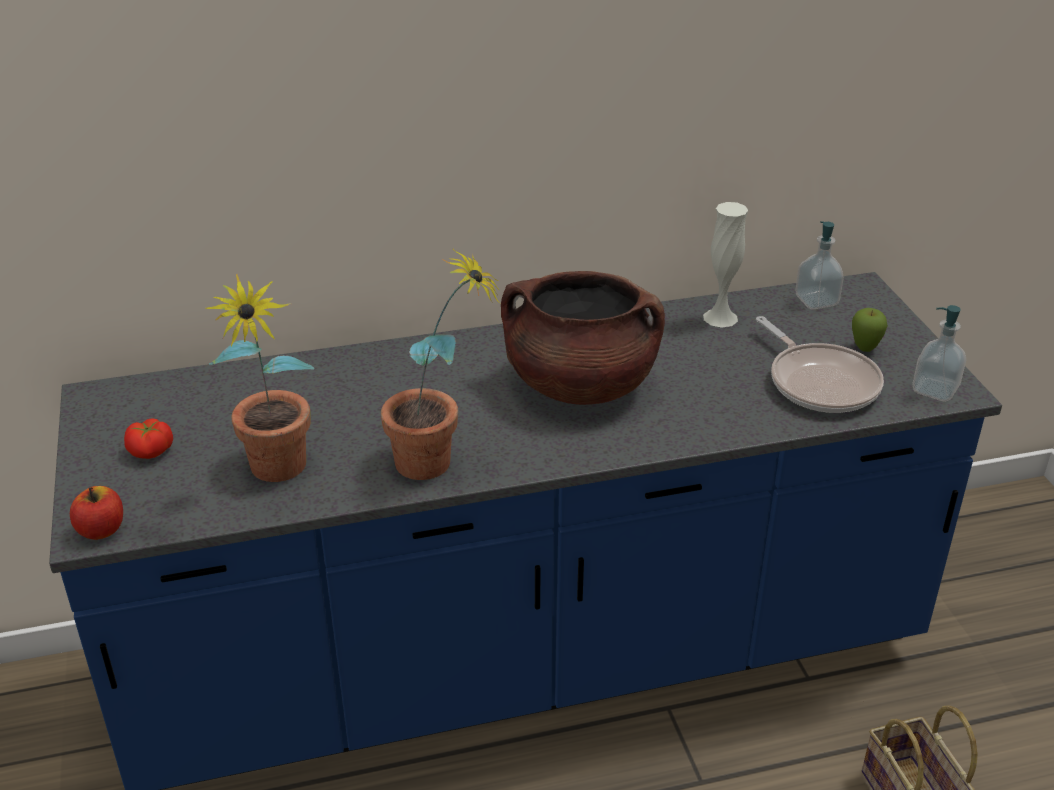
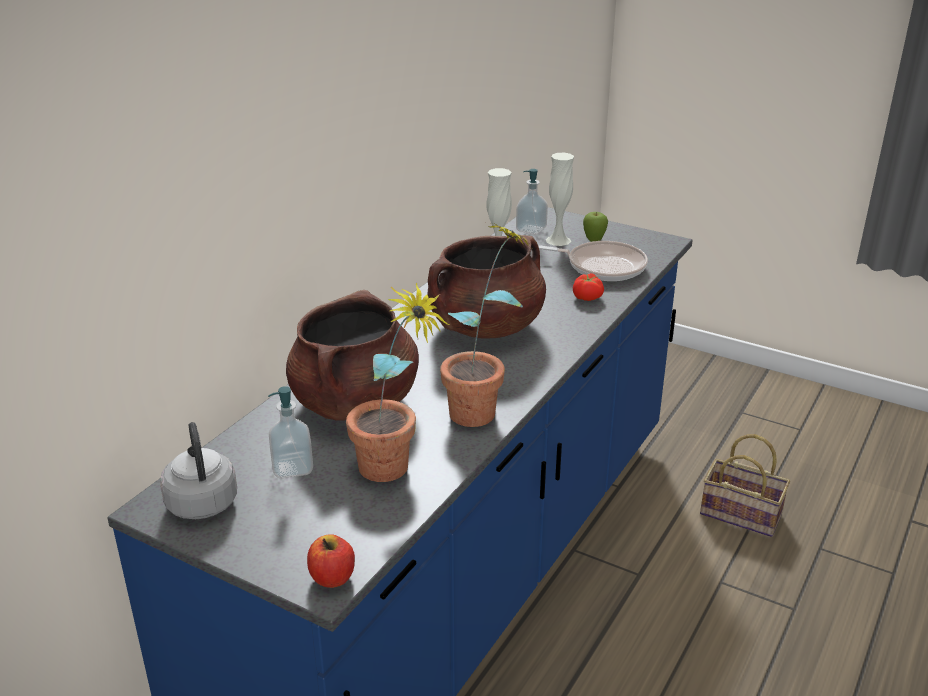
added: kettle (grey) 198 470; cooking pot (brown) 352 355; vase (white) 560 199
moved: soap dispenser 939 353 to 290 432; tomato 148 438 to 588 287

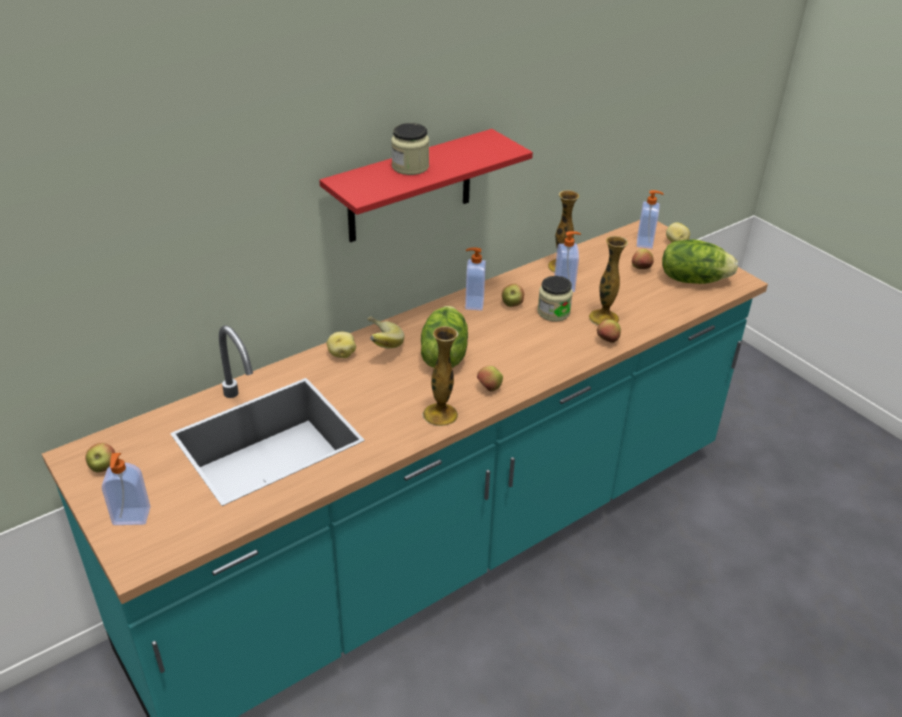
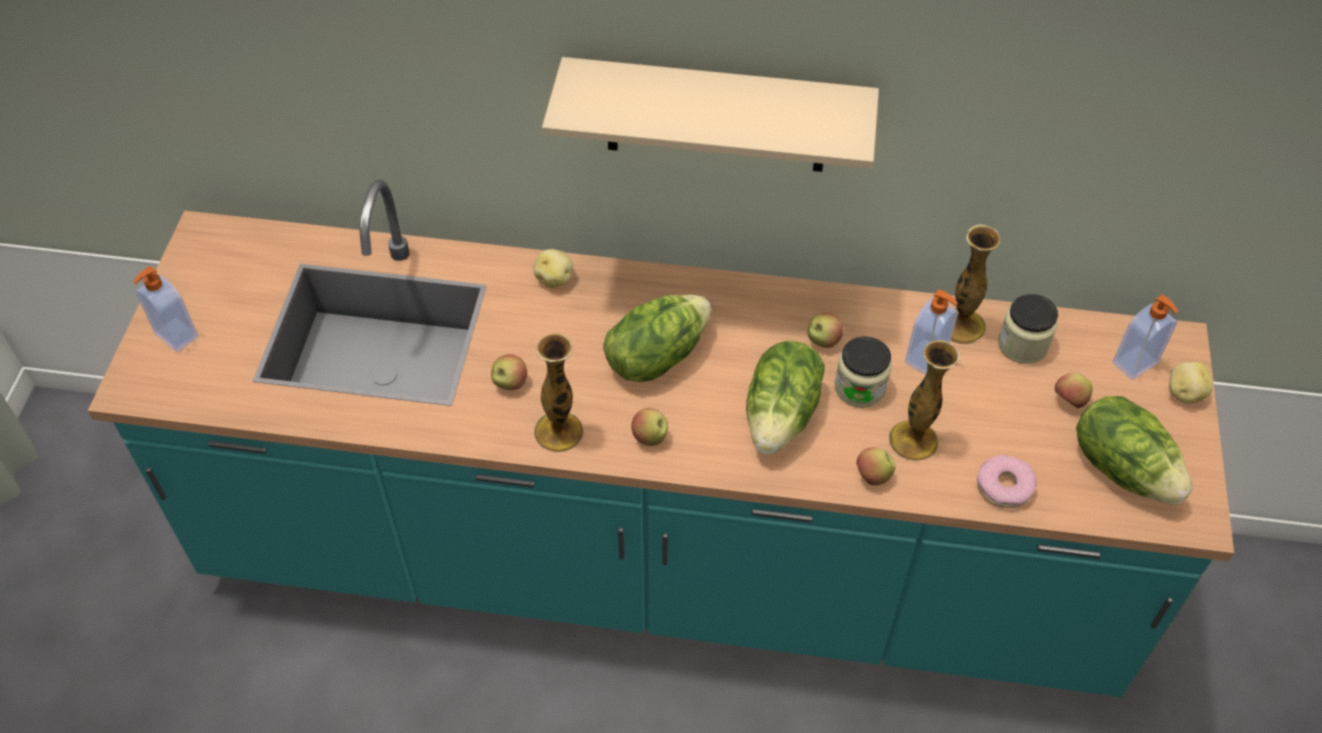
removed: banana 386 332; soap dispenser 475 279
added: lettuce 785 397; donut 1007 481
moved: apple 100 457 to 509 372; jar 410 149 to 1028 329
recoloured: shelf (red) 426 185 to shelf (beige) 710 114

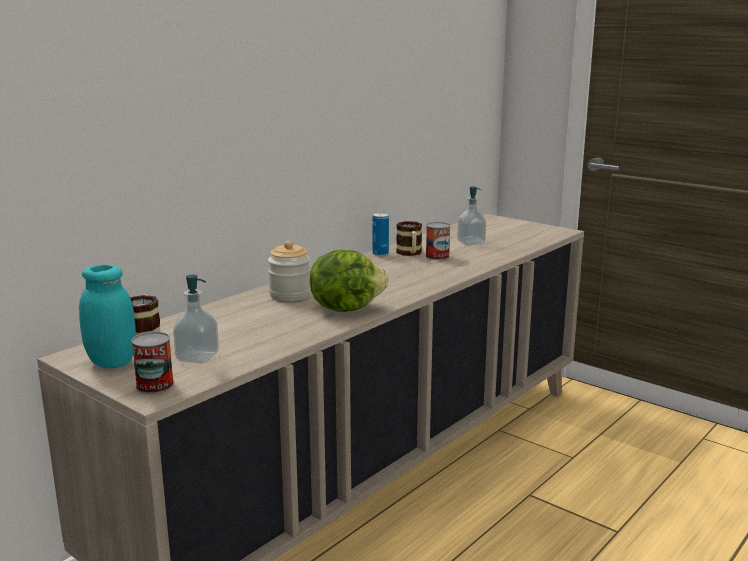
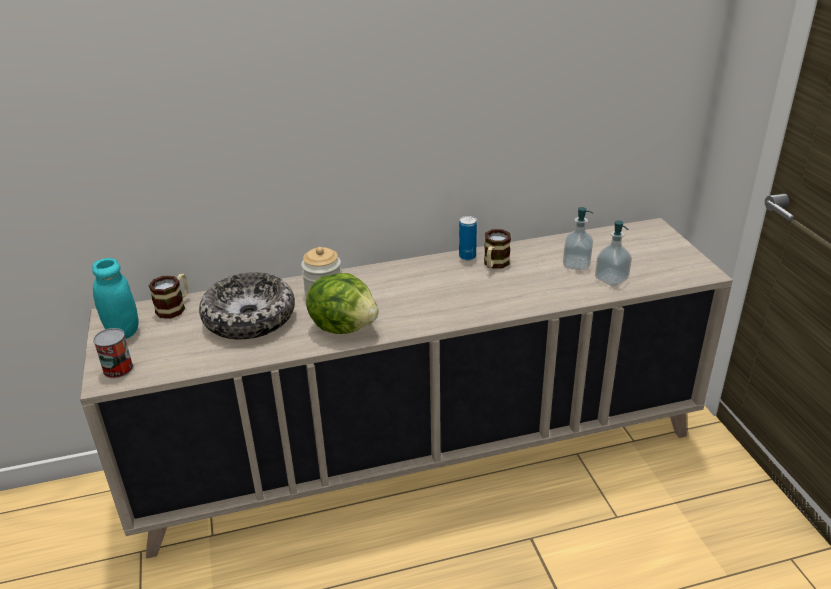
removed: can 438 241
added: bowl 247 305
moved: soap dispenser 196 319 to 613 253

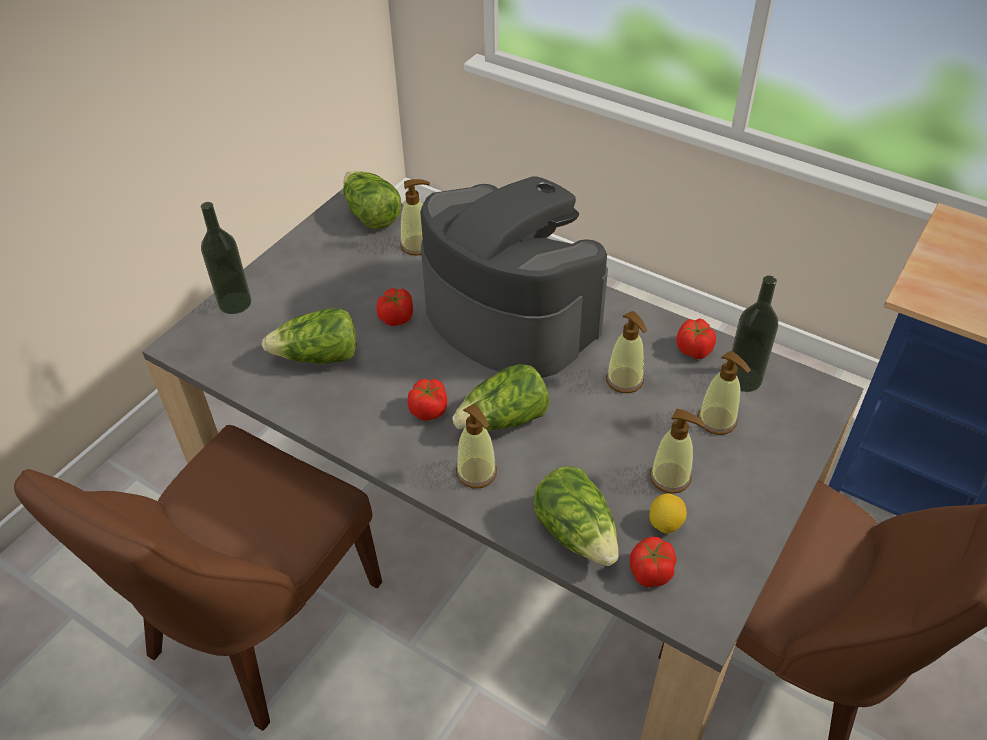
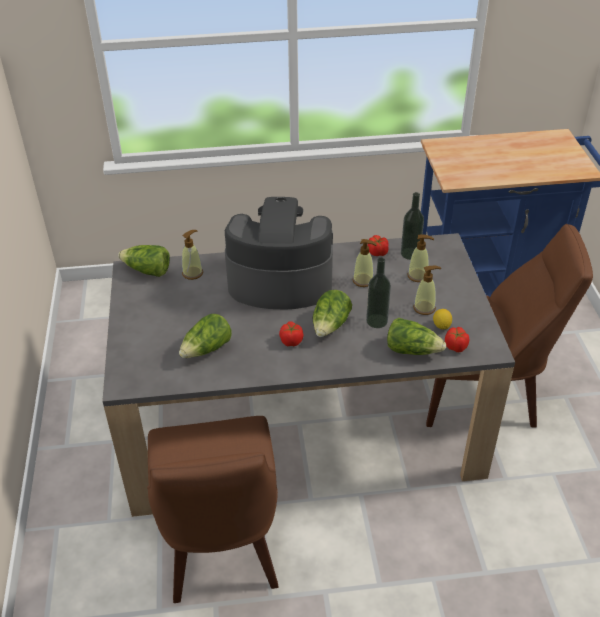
removed: tomato 395 307; soap dispenser 476 445
moved: bottle 226 258 to 378 293

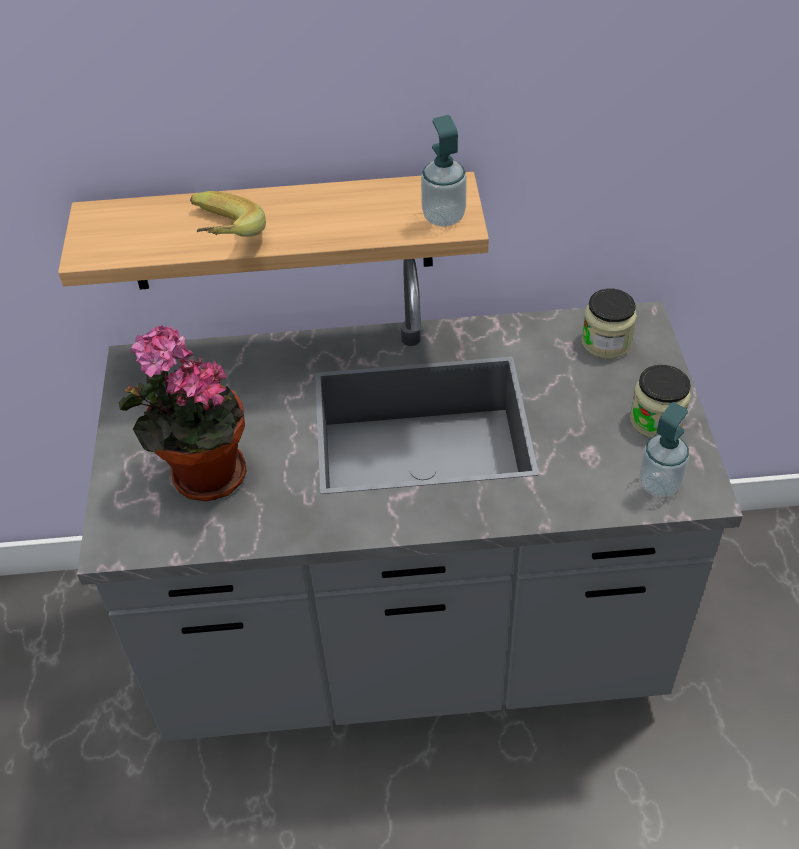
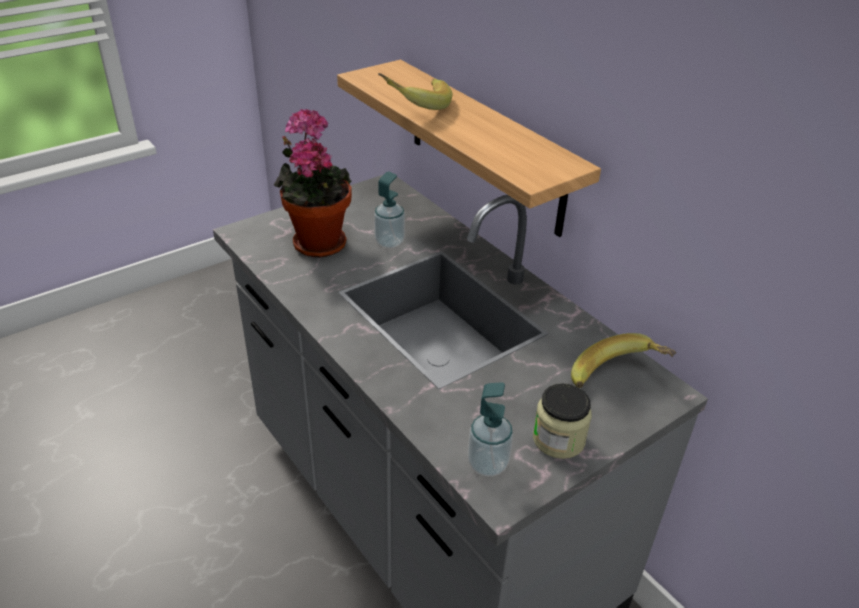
moved: soap dispenser 444 171 to 389 210
replaced: jar 609 324 to banana 623 360

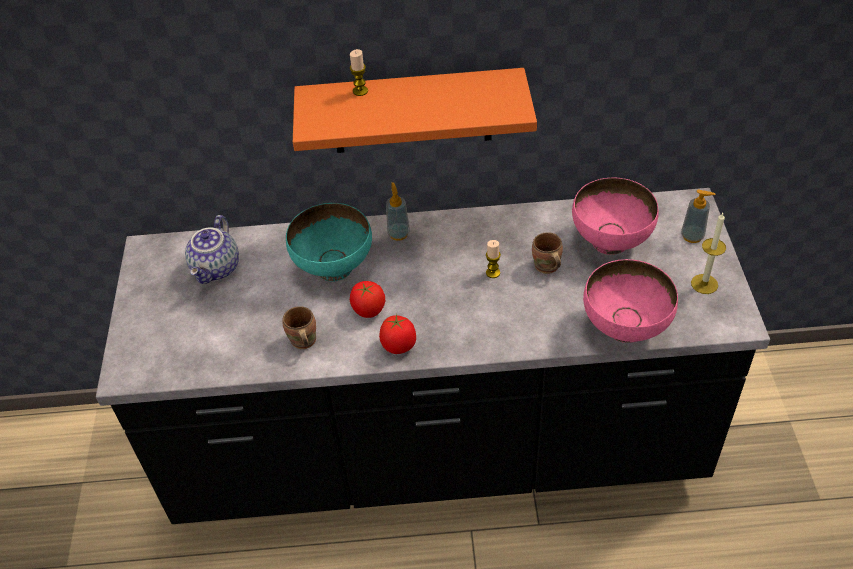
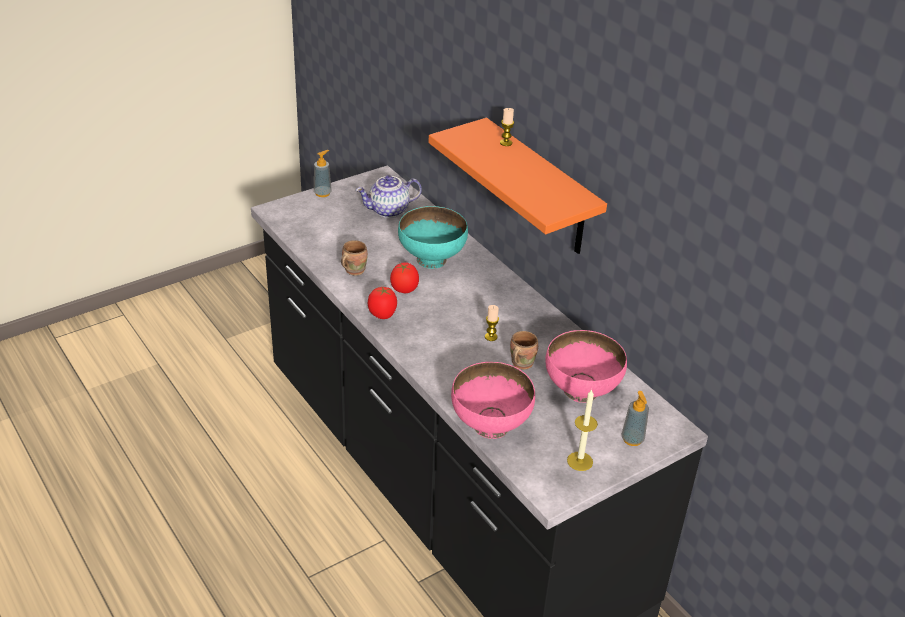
moved: soap dispenser 398 211 to 323 173

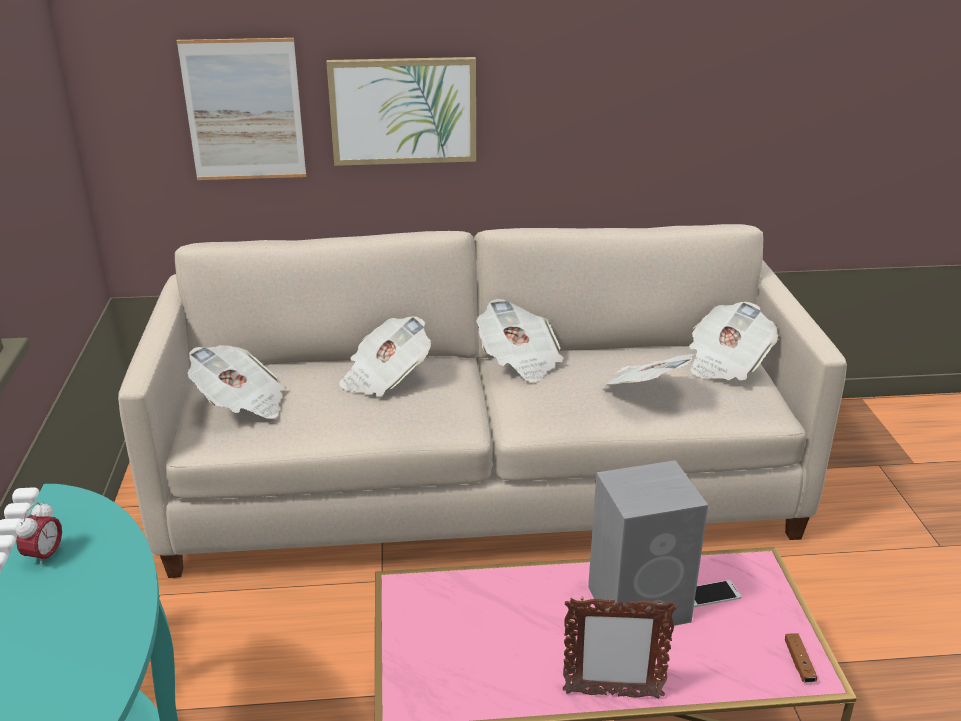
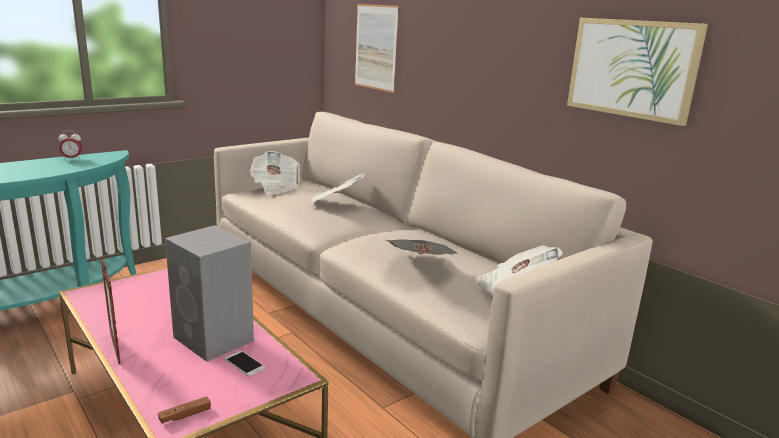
removed: newspaper 520 341
moved: picture 401 111 to 637 72

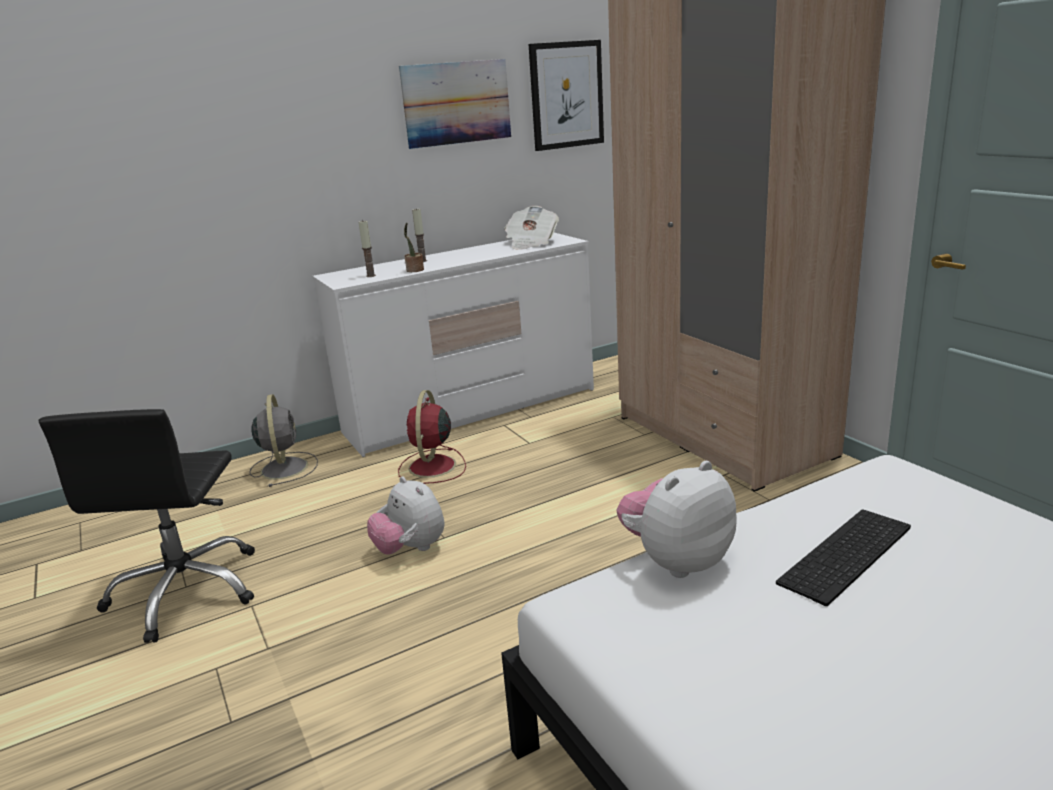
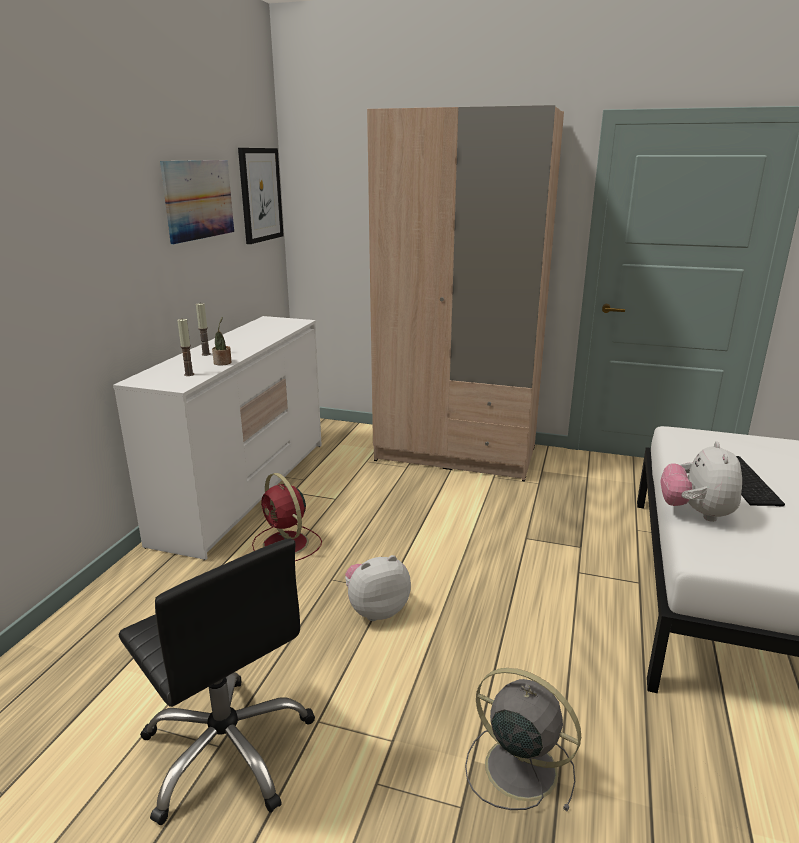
removed: newspaper 531 228
moved: fan (grey) 283 440 to 523 740
turned: plush toy 406 515 = 378 588 150 degrees clockwise

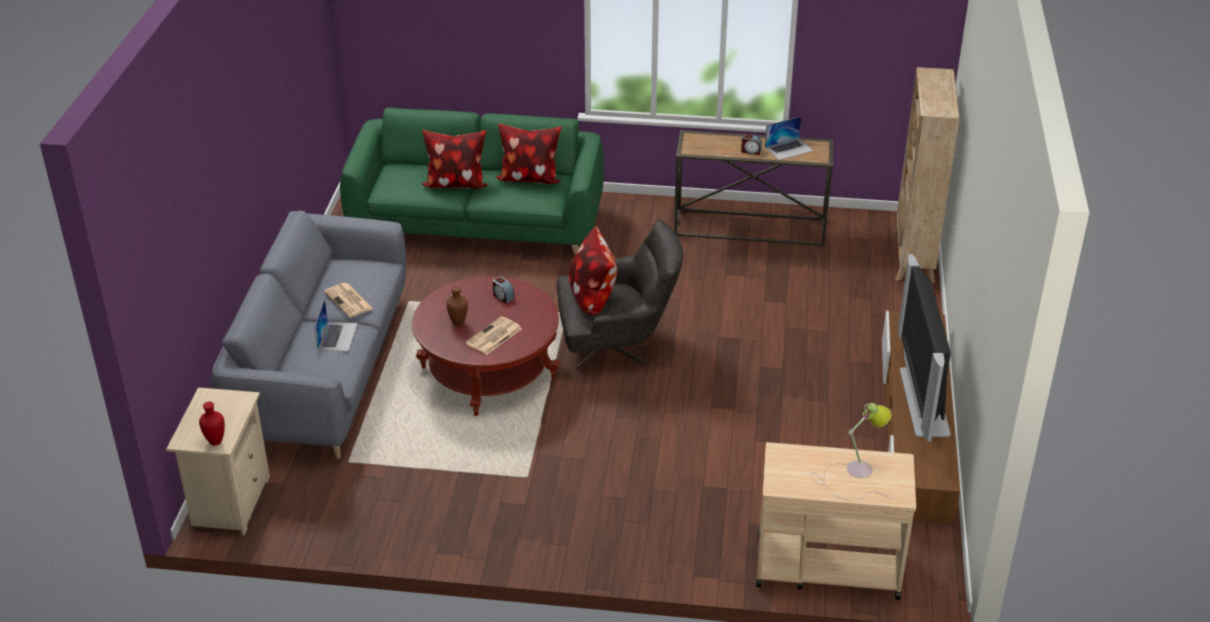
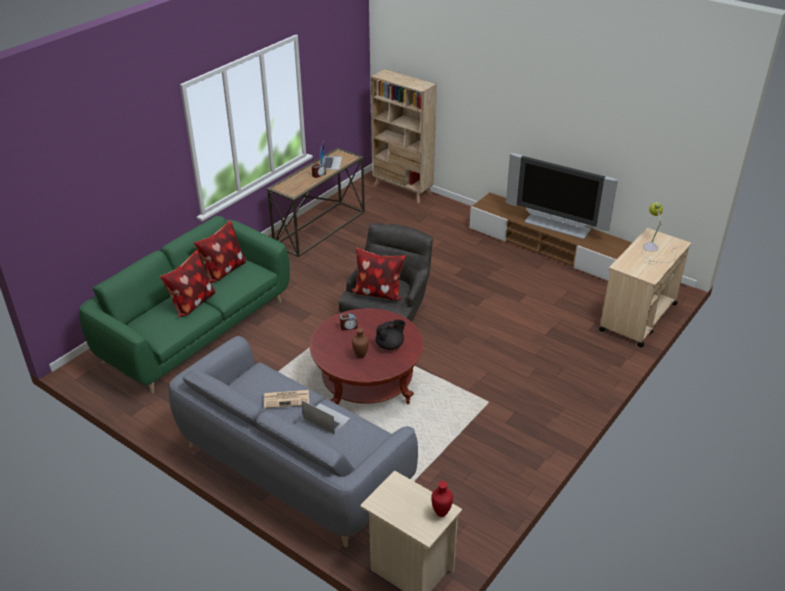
replaced: newspaper 494 335 to teapot (black) 390 334

